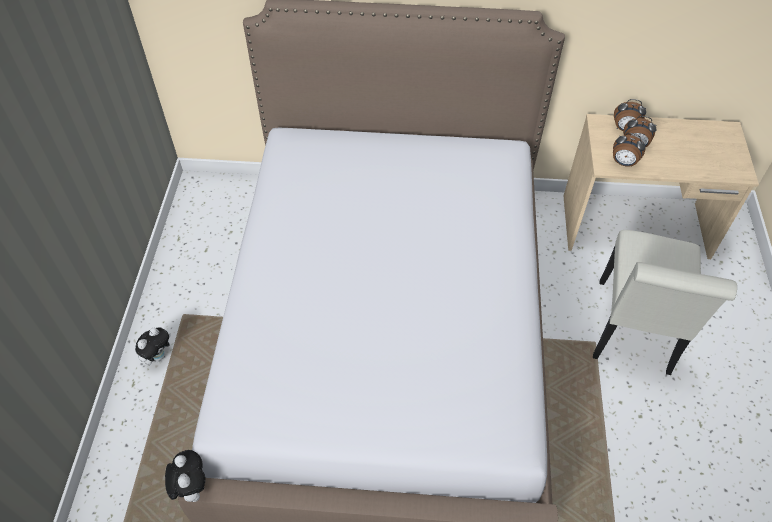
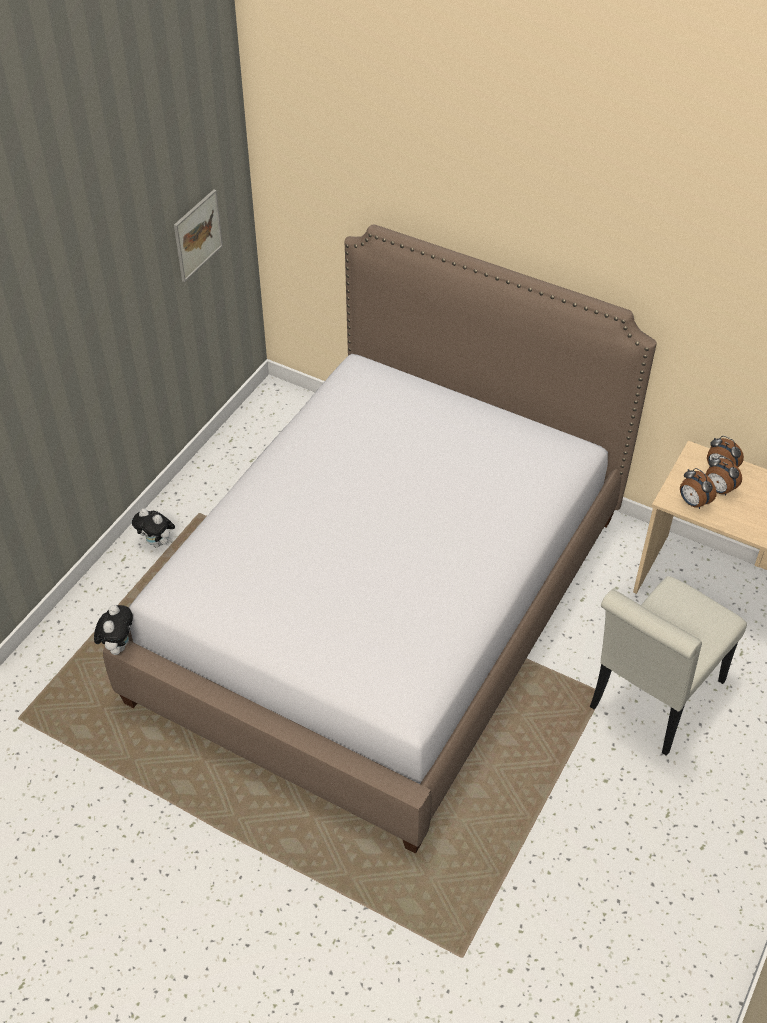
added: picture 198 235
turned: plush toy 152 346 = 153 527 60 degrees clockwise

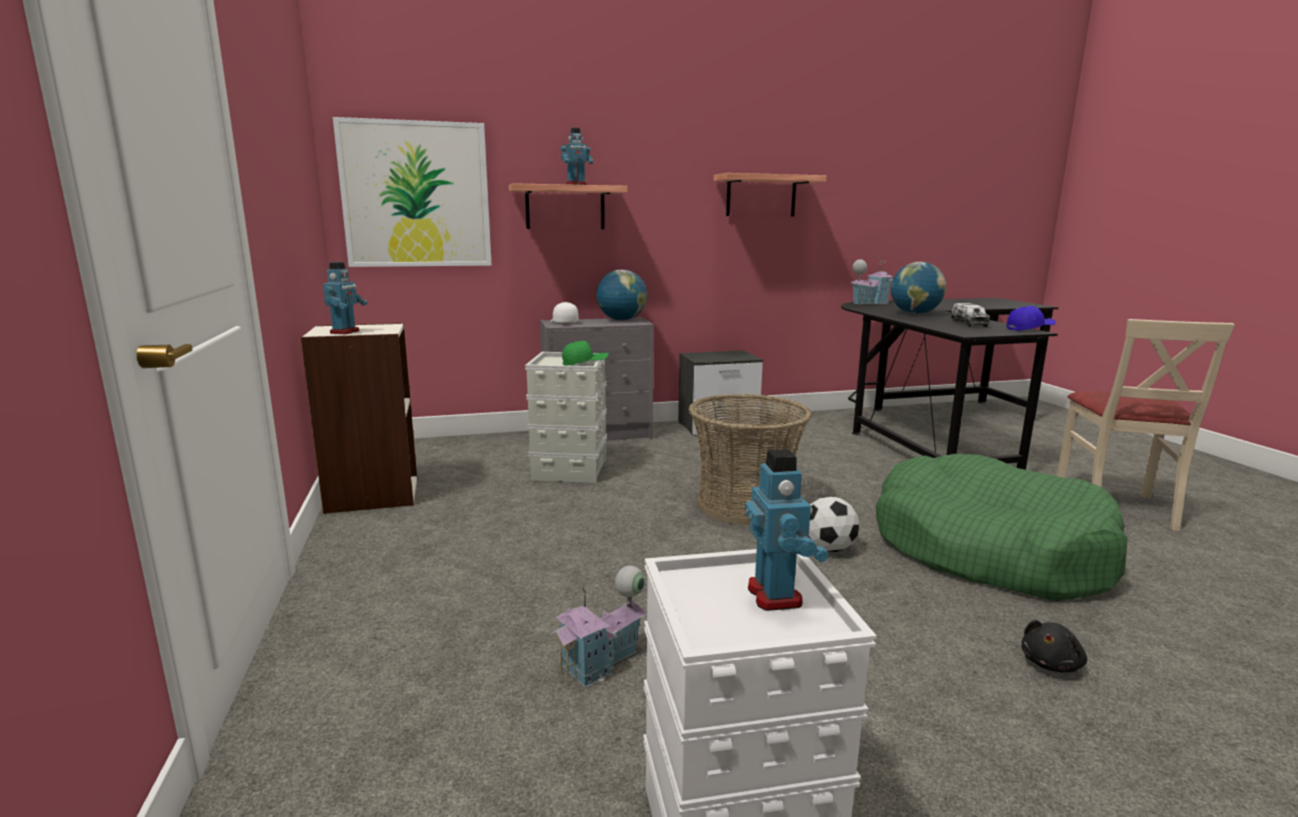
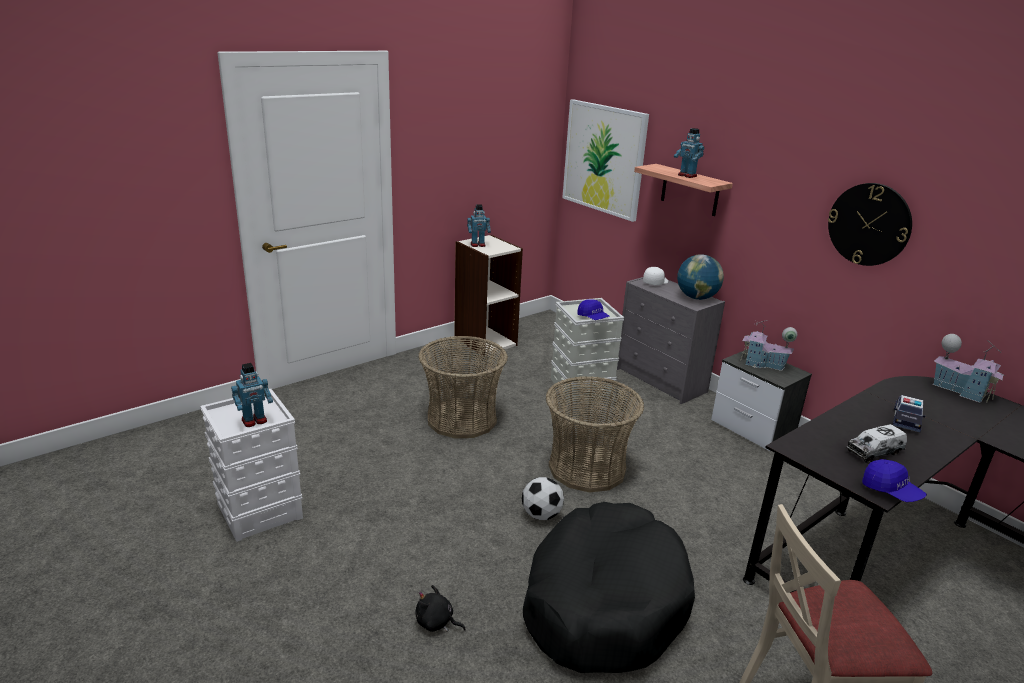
added: basket 463 387
moved: toy house 598 626 to 768 345
replaced: shelf 770 195 to wall clock 870 224; globe 918 288 to toy car 909 413
recoloured: dog bed (green) 1002 527 to dog bed (black) 609 587; cap (green) 585 353 to cap (blue) 593 309

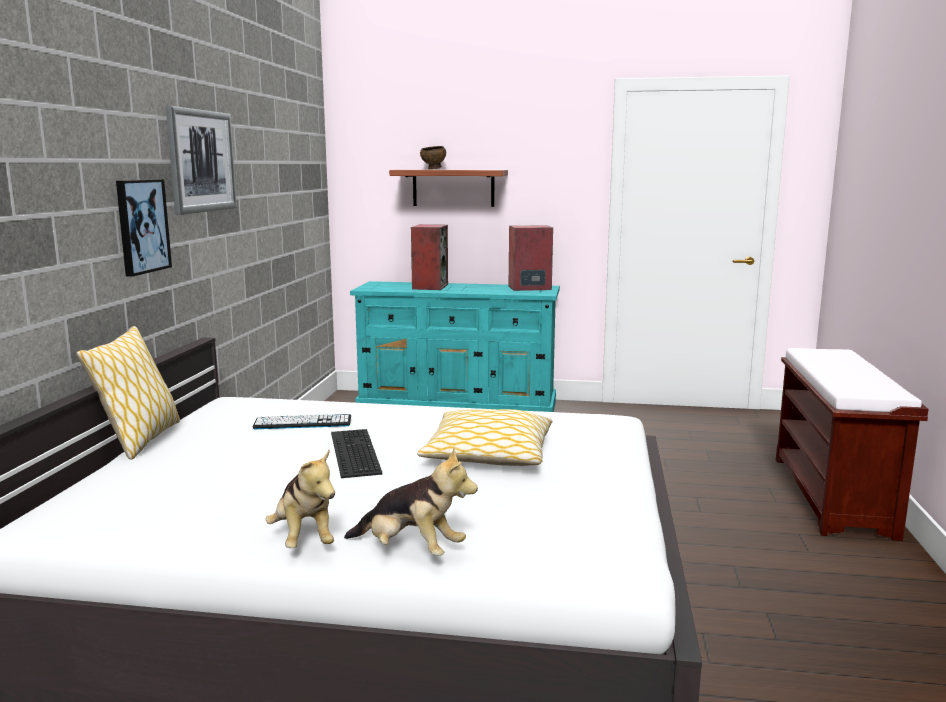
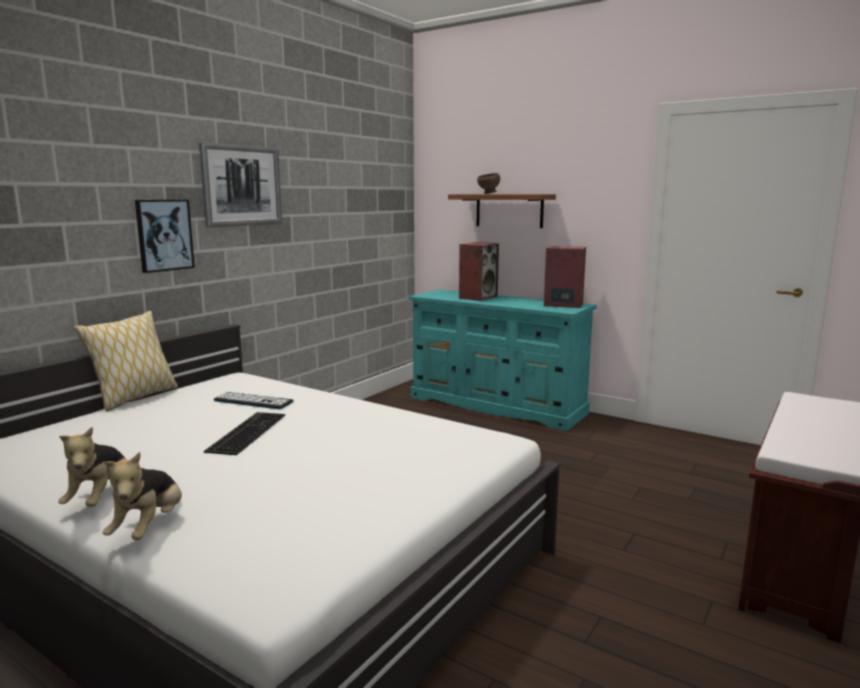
removed: pillow 484 437
turned: plush toy 411 502 = 142 496 45 degrees clockwise

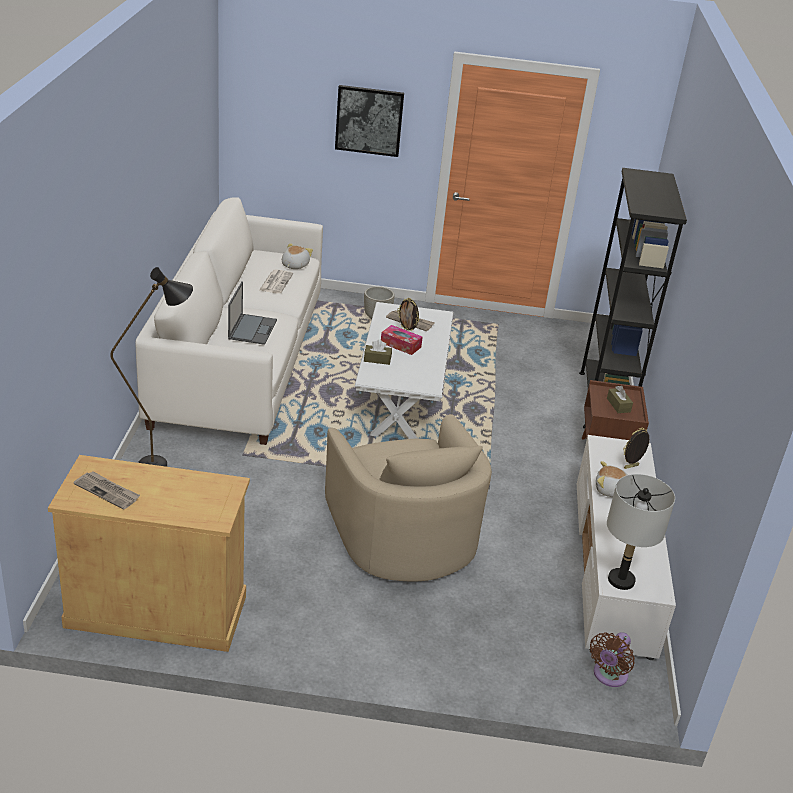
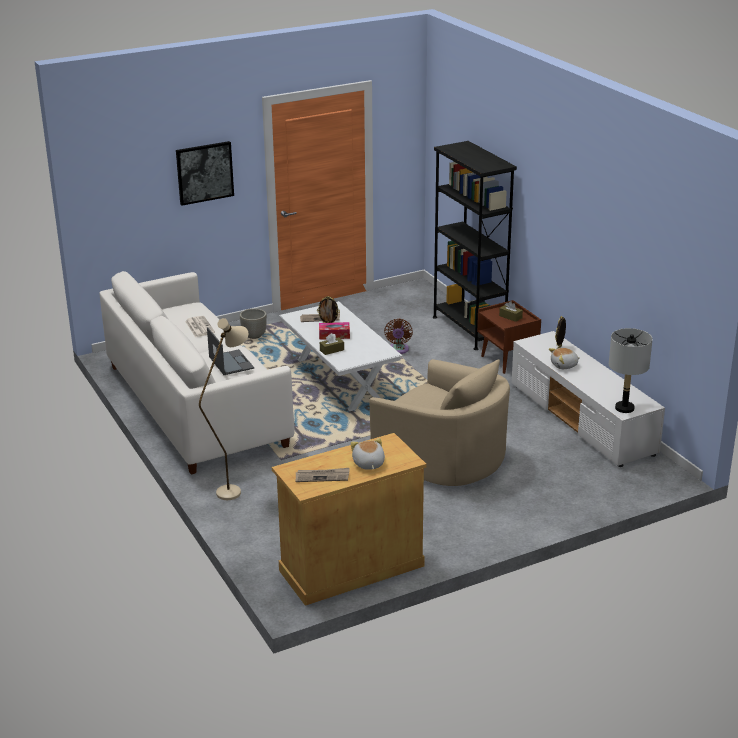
moved: plush toy 297 256 to 367 454; fan (brown) 612 659 to 398 336
recoloured: floor lamp (black) 151 367 to floor lamp (beige) 223 409

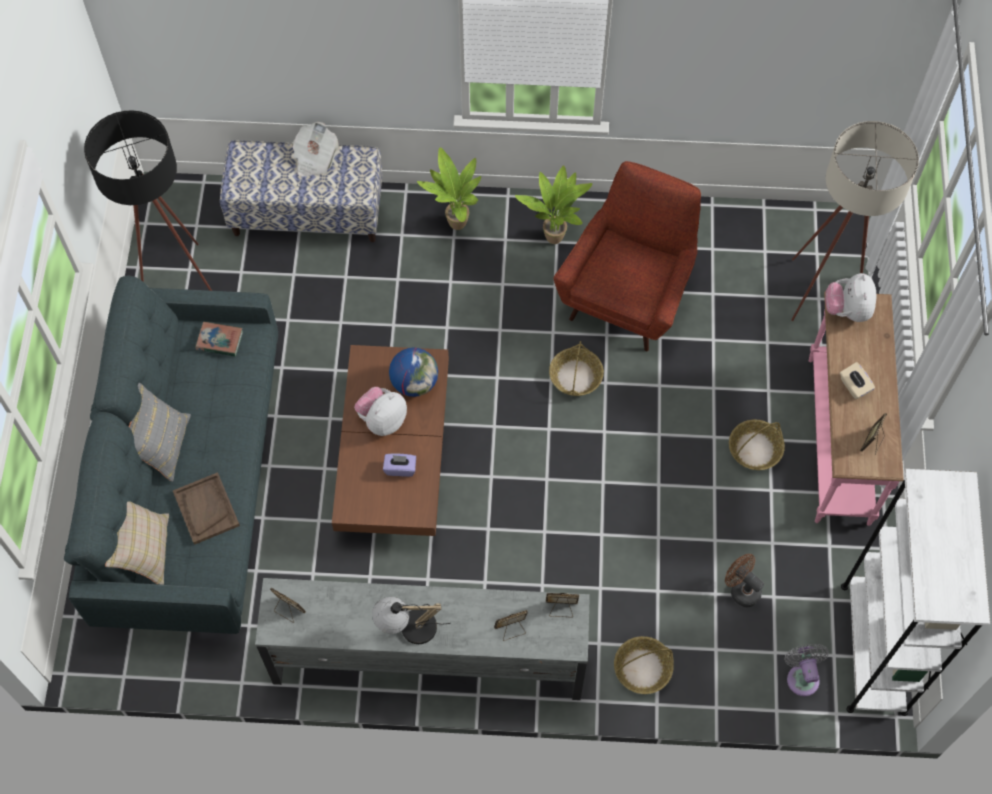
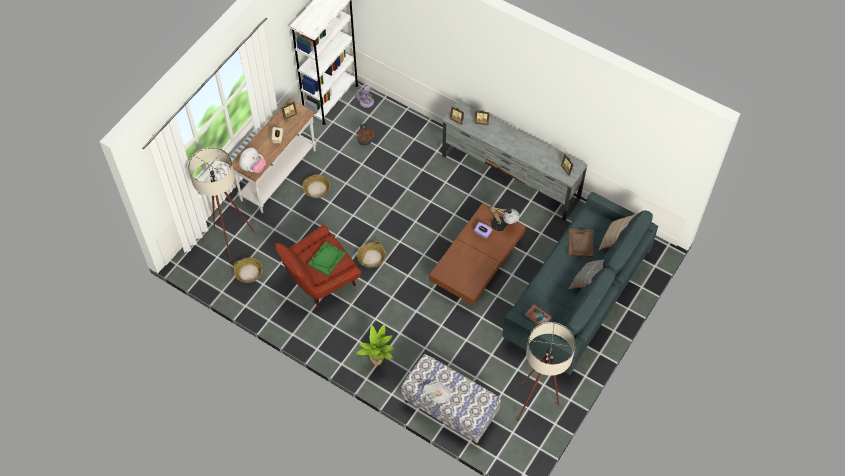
removed: plush toy 380 411; globe 413 372; potted plant 554 204
added: tray (green) 326 258
moved: basket 644 665 to 248 270; table lamp 411 620 to 503 218
recoloured: console table (pink) 856 408 to console table (white) 272 155; floor lamp (black) 148 200 to floor lamp (beige) 546 371

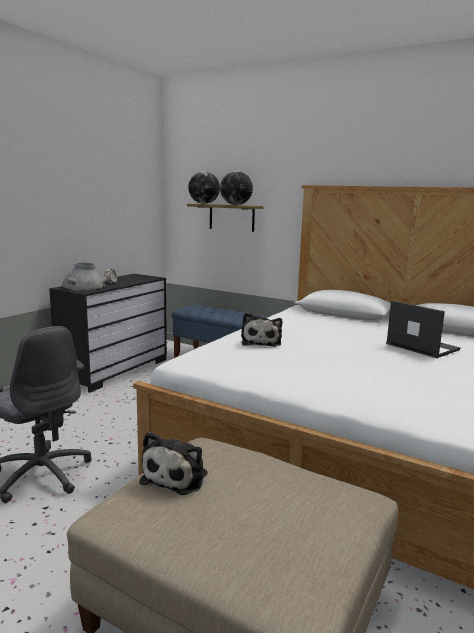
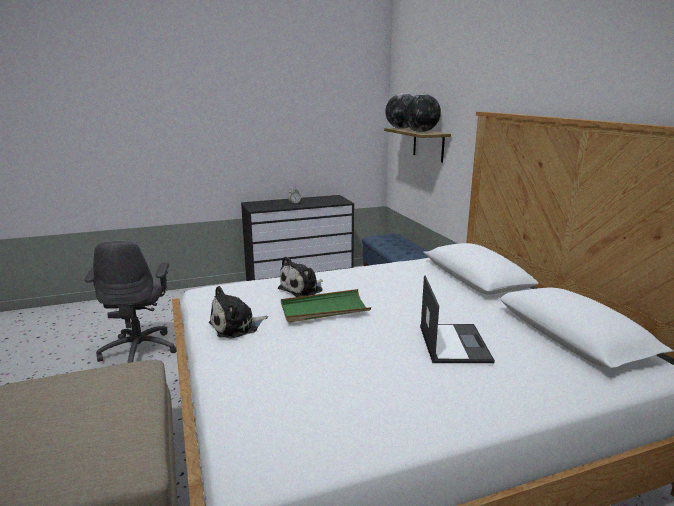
removed: vase (grey) 84 276
added: tray (green) 326 306
moved: plush toy 173 463 to 238 312

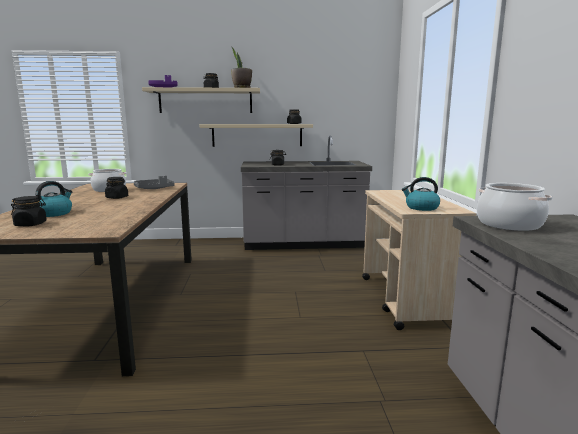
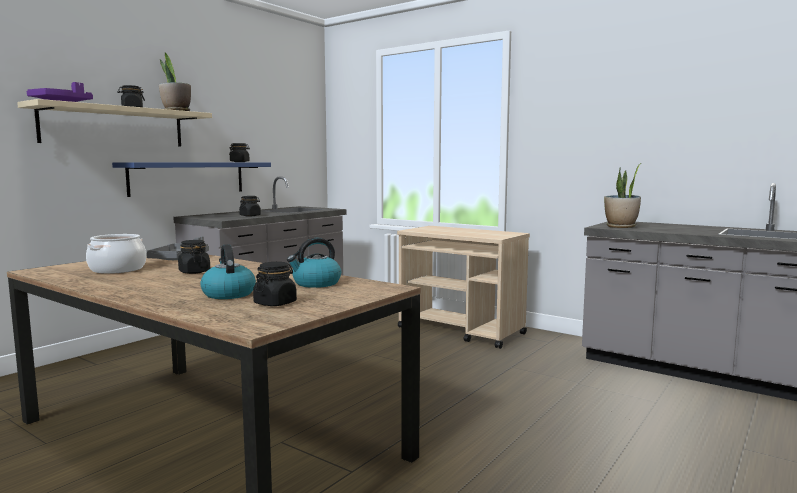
moved: kettle 421 194 to 314 263
replaced: cooking pot 515 207 to potted plant 622 195
recoloured: shelf (beige) 256 135 to shelf (blue) 191 179

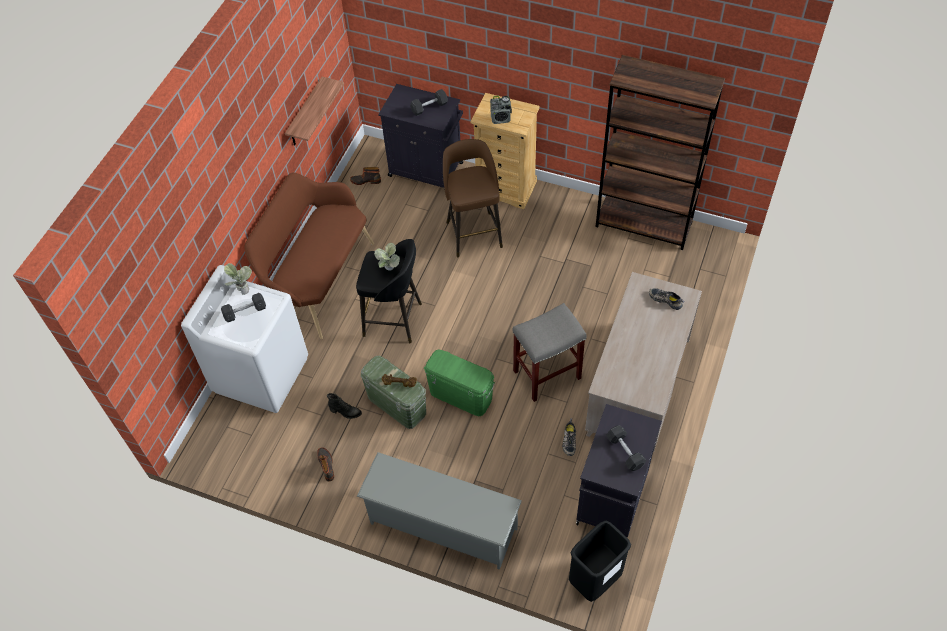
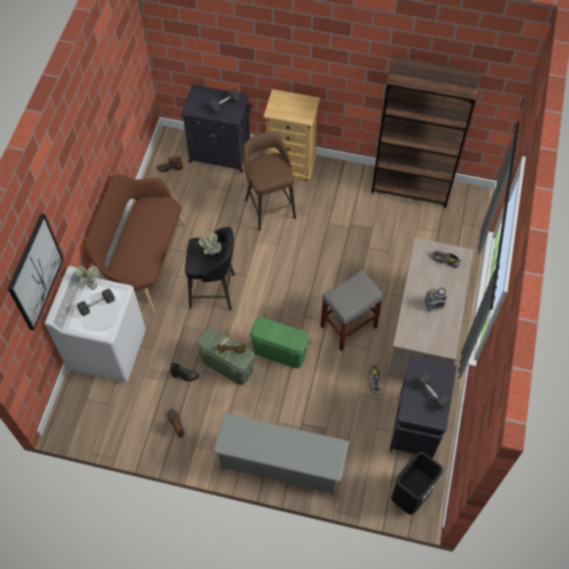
removed: shelf 314 111
added: picture 35 272
moved: radio 501 110 to 435 299

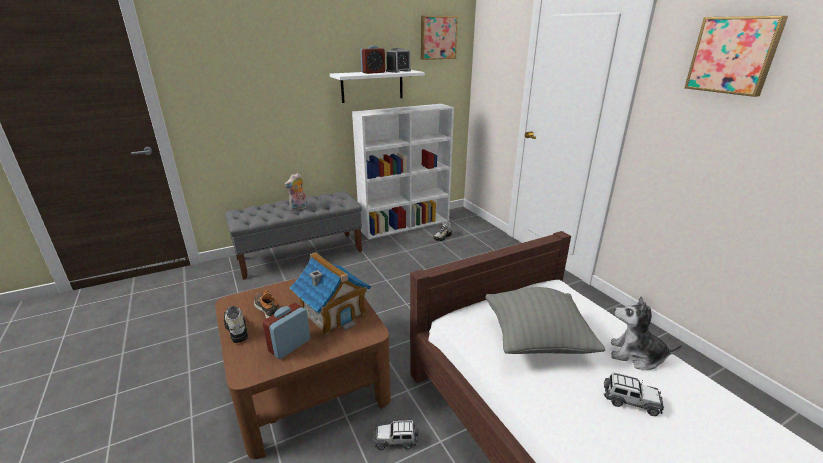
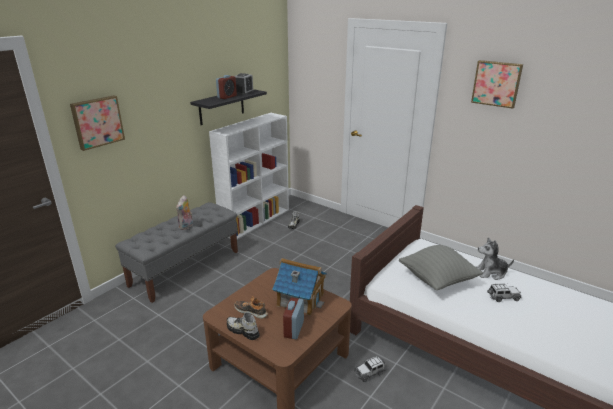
moved: picture 439 38 to 97 123
recoloured: shelf (white) 377 86 to shelf (black) 228 107

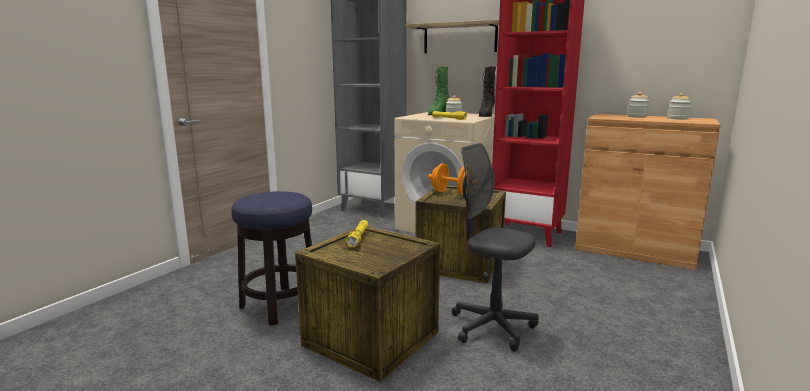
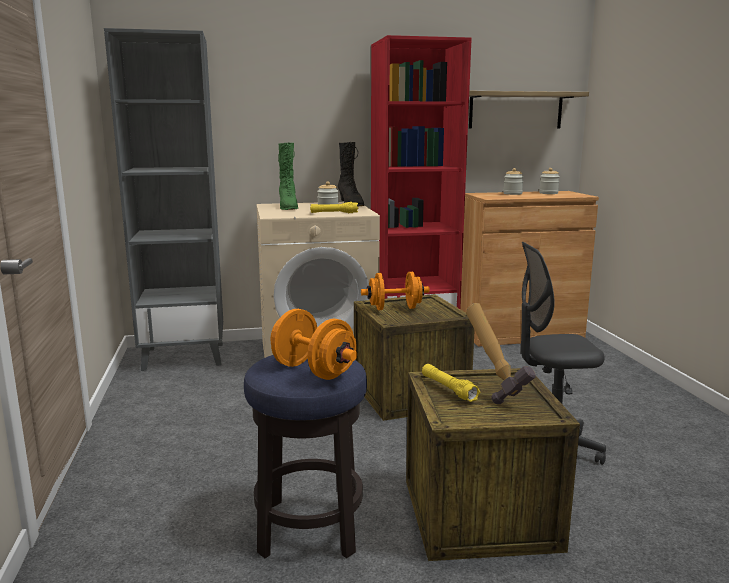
added: dumbbell (orange) 313 344; hammer 501 353
moved: shelf 452 36 to 529 110

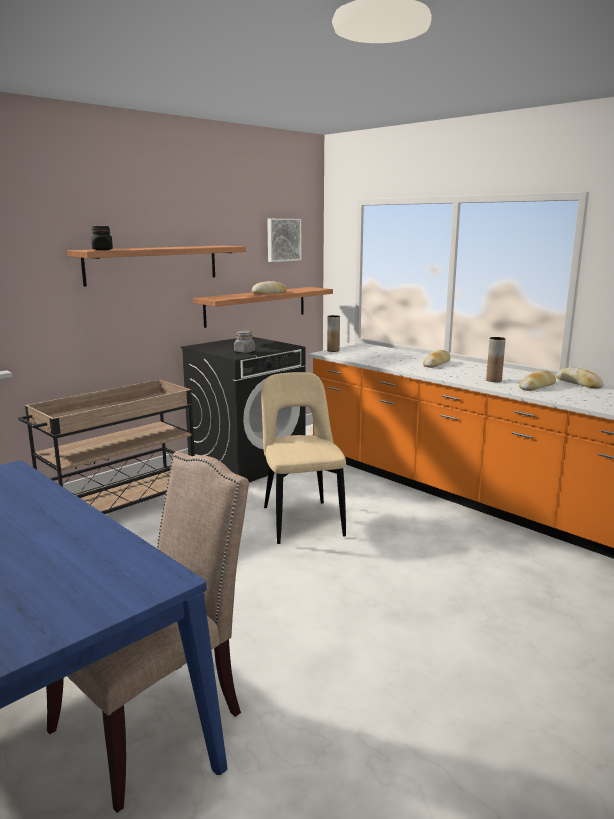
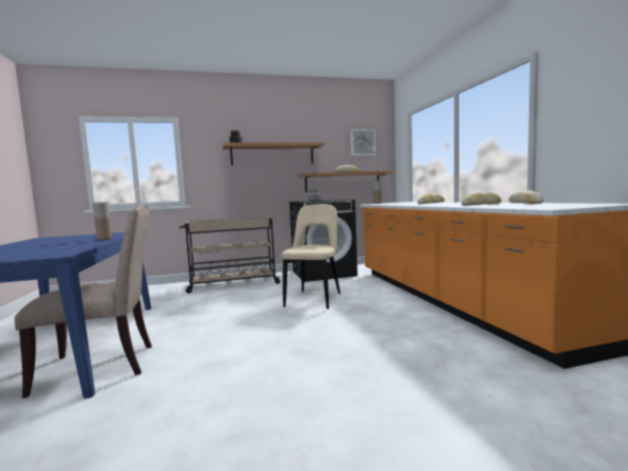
moved: vase (brown) 496 359 to 102 221

